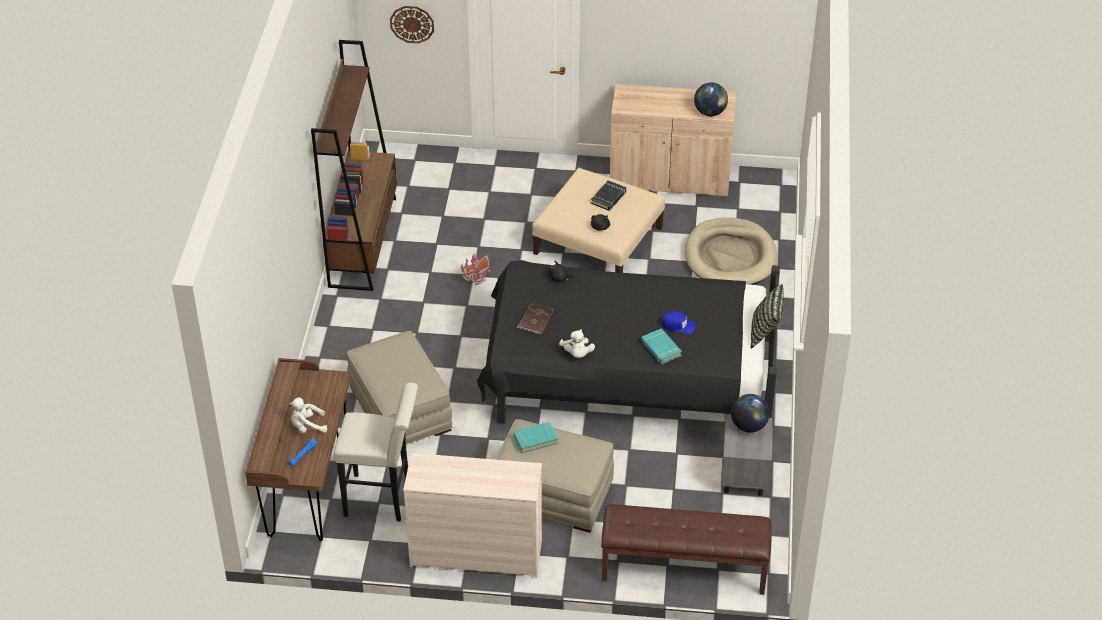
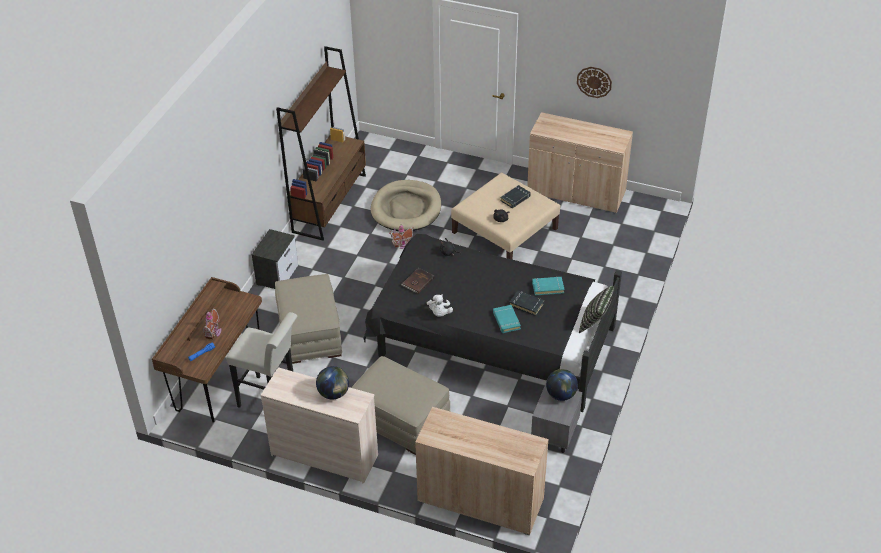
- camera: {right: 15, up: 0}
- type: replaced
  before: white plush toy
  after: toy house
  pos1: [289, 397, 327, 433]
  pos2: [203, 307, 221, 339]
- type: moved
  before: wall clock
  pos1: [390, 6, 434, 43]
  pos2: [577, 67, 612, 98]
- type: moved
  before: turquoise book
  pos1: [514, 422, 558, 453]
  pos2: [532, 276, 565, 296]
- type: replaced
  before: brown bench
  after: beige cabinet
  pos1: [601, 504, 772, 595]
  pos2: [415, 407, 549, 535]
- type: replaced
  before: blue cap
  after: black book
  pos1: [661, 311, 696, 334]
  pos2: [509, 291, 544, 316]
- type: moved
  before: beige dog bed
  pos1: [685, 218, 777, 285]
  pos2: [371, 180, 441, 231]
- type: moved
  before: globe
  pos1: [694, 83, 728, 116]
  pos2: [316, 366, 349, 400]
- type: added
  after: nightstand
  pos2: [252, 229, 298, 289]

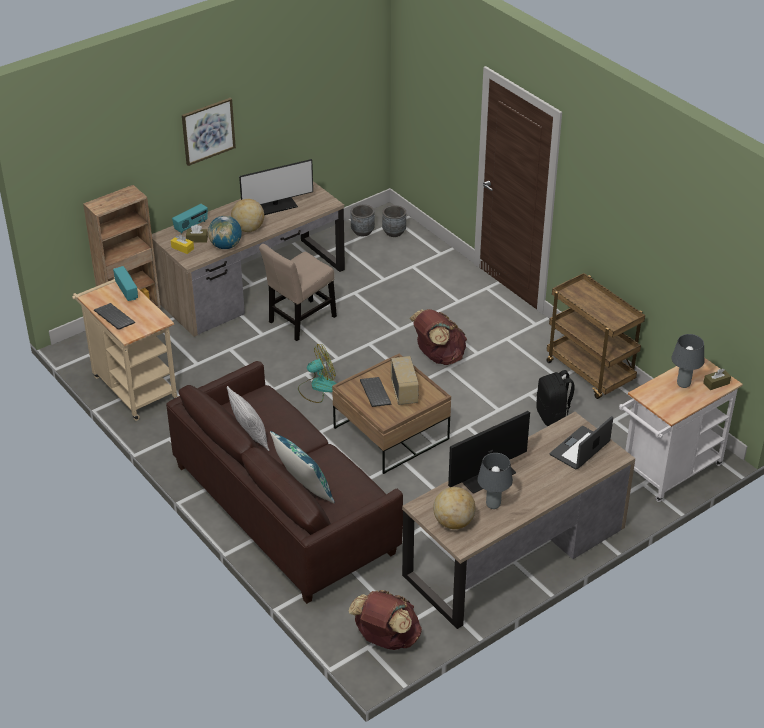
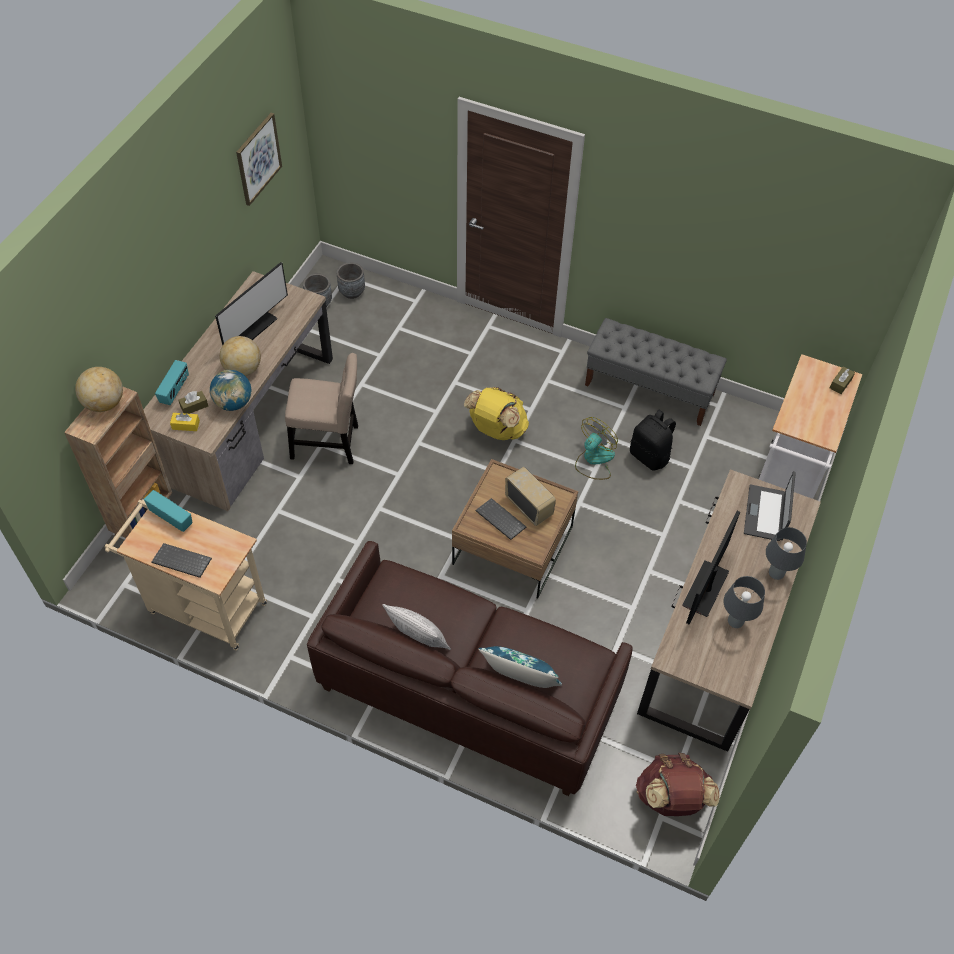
- camera: {right: -30, up: 15}
- type: moved
  before: picture
  pos1: [182, 98, 236, 166]
  pos2: [236, 113, 282, 206]
- type: turned
  before: beige chair
  pos1: [259, 244, 337, 341]
  pos2: [285, 353, 358, 464]
  turn: -105
- type: moved
  before: fan
  pos1: [298, 344, 337, 403]
  pos2: [575, 417, 618, 480]
- type: recoloured
  before: brown backpack
  after: yellow backpack
  pos1: [409, 309, 467, 365]
  pos2: [464, 387, 529, 440]
- type: moved
  before: globe
  pos1: [433, 487, 476, 529]
  pos2: [75, 367, 123, 412]
- type: replaced
  before: brown cart
  after: grey bench
  pos1: [546, 273, 645, 399]
  pos2: [585, 318, 727, 426]
- type: moved
  before: grey table lamp
  pos1: [671, 334, 704, 388]
  pos2: [766, 527, 807, 580]

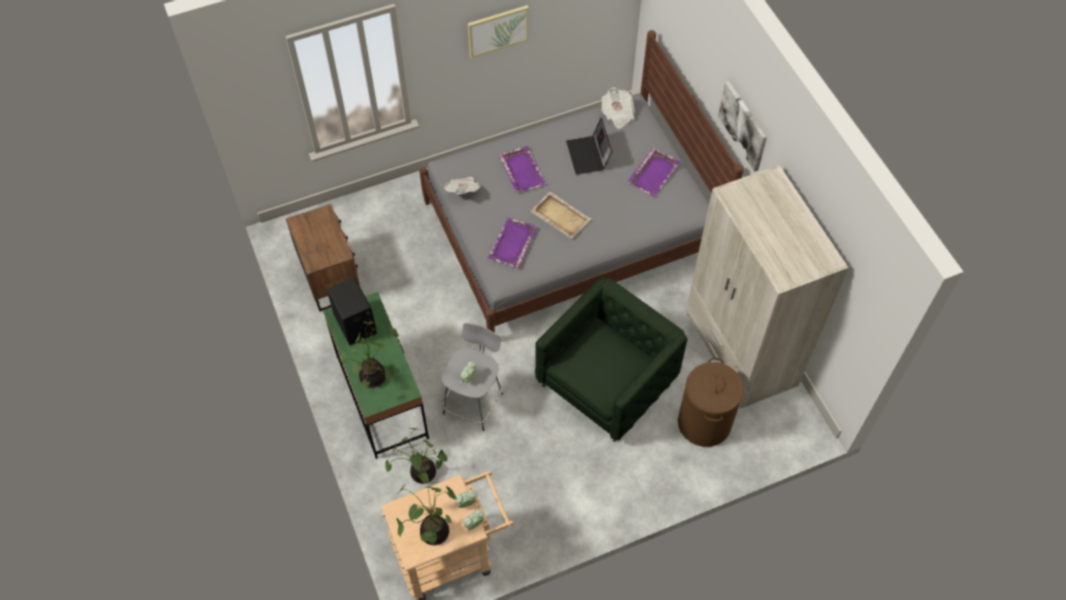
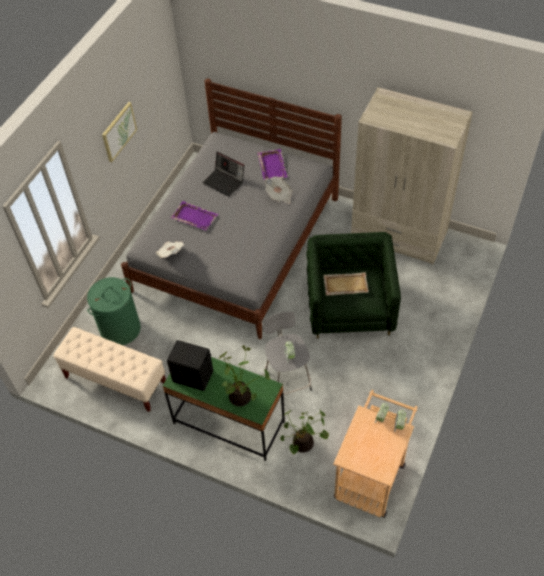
- camera: {right: -40, up: -5}
- type: replaced
  before: brown nightstand
  after: beige bench
  pos1: [286, 204, 360, 311]
  pos2: [54, 327, 166, 412]
- type: removed
  before: potted plant
  pos1: [397, 485, 457, 545]
- type: removed
  before: purple tray
  pos1: [488, 217, 538, 268]
- type: moved
  before: beige tray
  pos1: [530, 192, 592, 239]
  pos2: [324, 272, 369, 296]
- type: moved
  before: newspaper
  pos1: [602, 87, 635, 129]
  pos2: [265, 176, 293, 204]
- type: removed
  before: brown laundry basket
  pos1: [678, 358, 744, 447]
- type: removed
  before: picture
  pos1: [718, 81, 767, 172]
- type: added
  after: green laundry basket
  pos2: [87, 277, 141, 345]

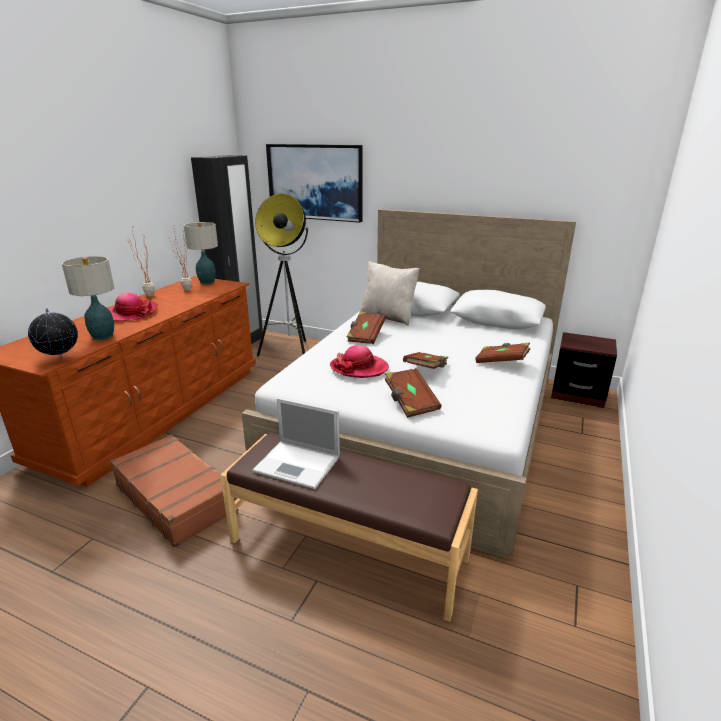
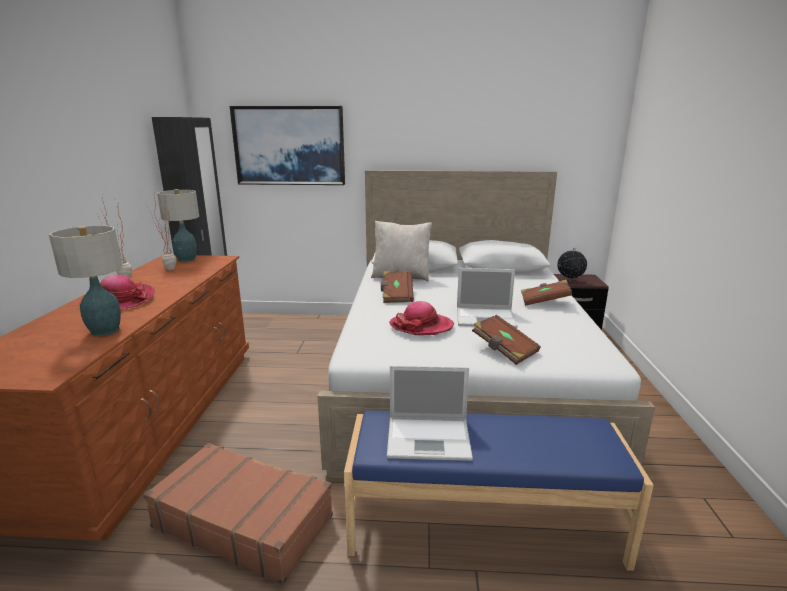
- camera: {right: -20, up: -5}
- type: moved
  before: globe
  pos1: [28, 308, 78, 359]
  pos2: [557, 247, 587, 282]
- type: recoloured
  before: brown bench
  after: blue bench
  pos1: [220, 432, 478, 622]
  pos2: [344, 410, 654, 571]
- type: removed
  before: floor lamp
  pos1: [255, 193, 309, 356]
- type: replaced
  before: brown book
  after: laptop
  pos1: [403, 352, 449, 369]
  pos2: [457, 268, 518, 328]

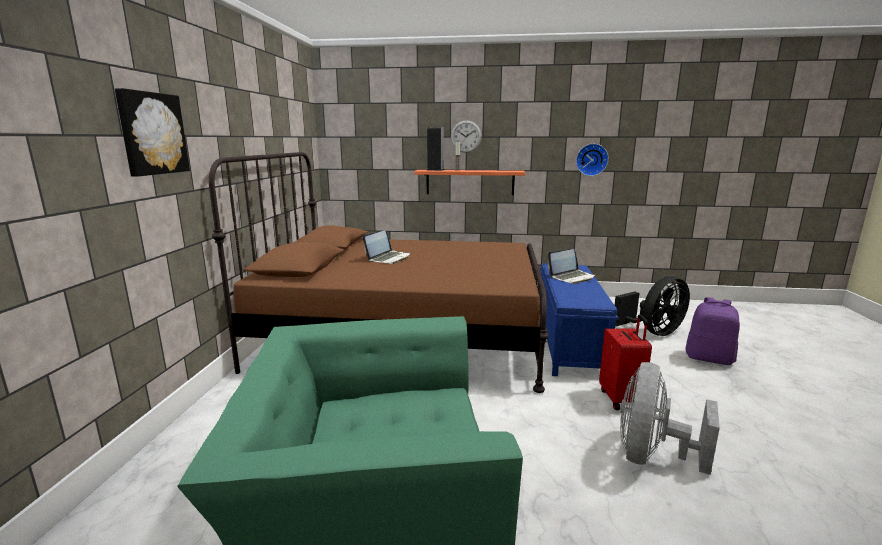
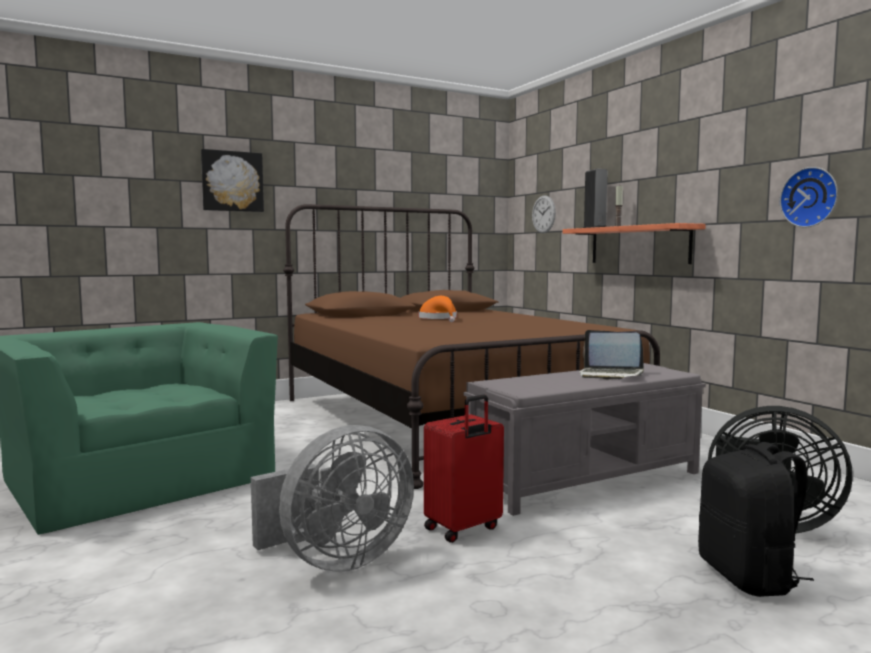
- camera: {right: 55, up: -10}
- type: replaced
  before: laptop
  after: orange hat
  pos1: [363, 230, 410, 264]
  pos2: [419, 296, 457, 322]
- type: moved
  before: wall clock
  pos1: [451, 120, 482, 153]
  pos2: [532, 195, 556, 233]
- type: recoloured
  before: blue bench
  after: grey bench
  pos1: [540, 263, 618, 376]
  pos2: [464, 363, 706, 516]
- type: turned
  before: grey fan
  pos1: [620, 362, 720, 475]
  pos2: [251, 425, 414, 572]
  turn: 150
- type: recoloured
  before: purple backpack
  after: black backpack
  pos1: [685, 297, 740, 365]
  pos2: [698, 442, 814, 597]

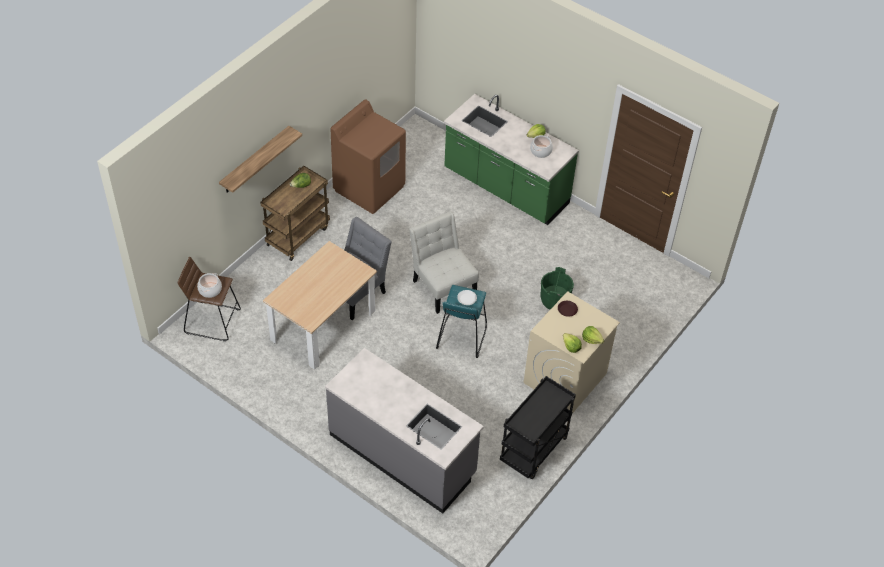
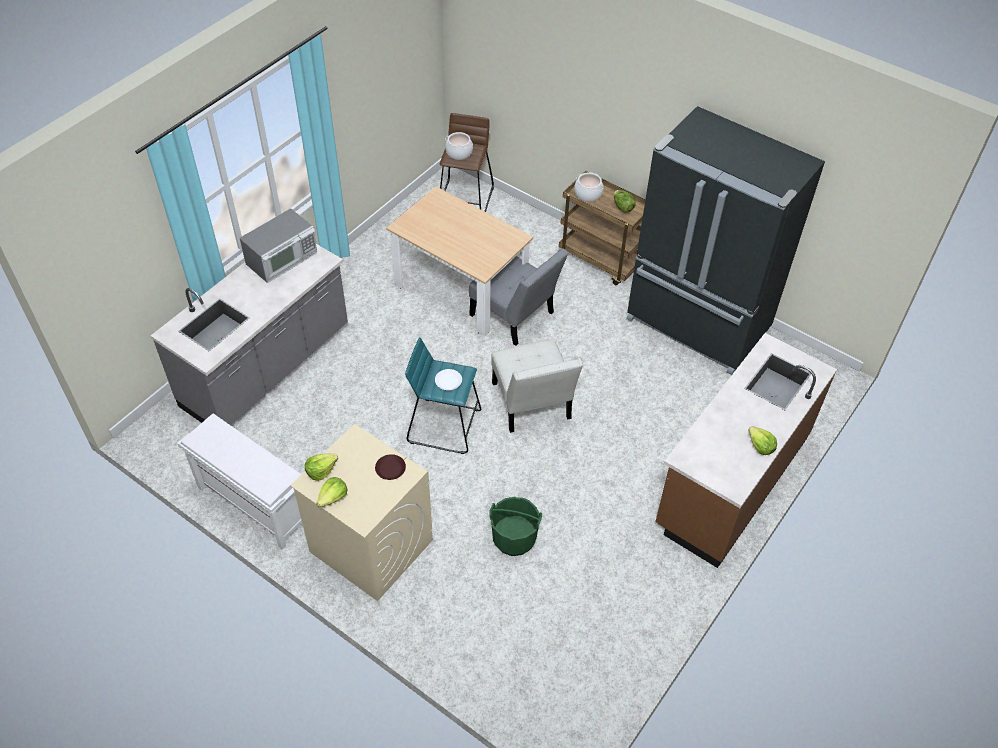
- camera: {right: 90, up: 0}
- type: removed
  before: shelf
  pos1: [219, 126, 302, 193]
- type: replaced
  before: brown washing machine
  after: black fridge
  pos1: [331, 99, 406, 214]
  pos2: [626, 106, 825, 375]
- type: turned
  before: white chair
  pos1: [409, 211, 479, 314]
  pos2: [491, 339, 583, 433]
  turn: 105
- type: recoloured
  before: green counter
  after: brown counter
  pos1: [444, 94, 579, 225]
  pos2: [655, 333, 837, 568]
- type: replaced
  before: black cart
  after: white bench
  pos1: [500, 376, 576, 479]
  pos2: [177, 413, 302, 550]
- type: moved
  before: cooking pot
  pos1: [530, 135, 553, 158]
  pos2: [574, 172, 604, 202]
- type: added
  after: microwave
  pos2: [240, 208, 318, 283]

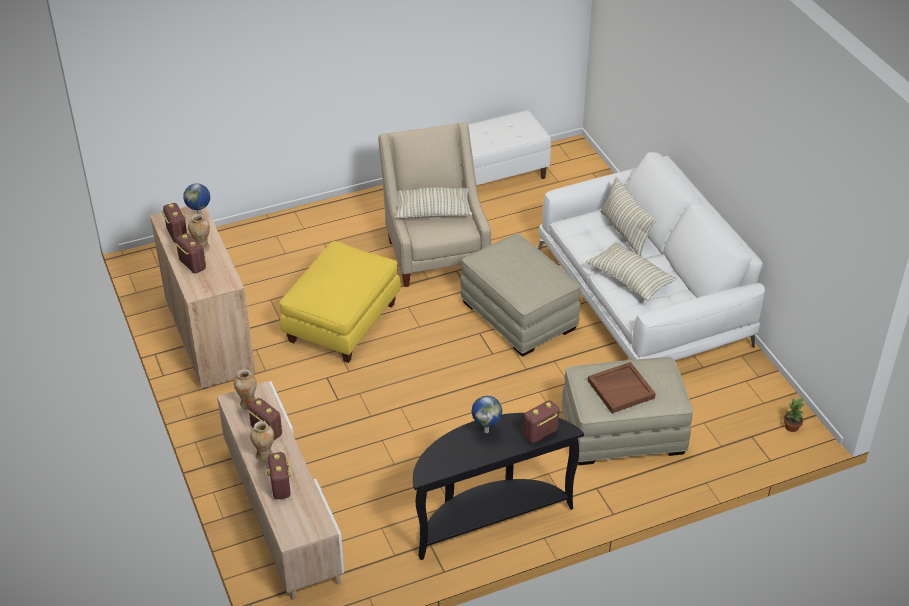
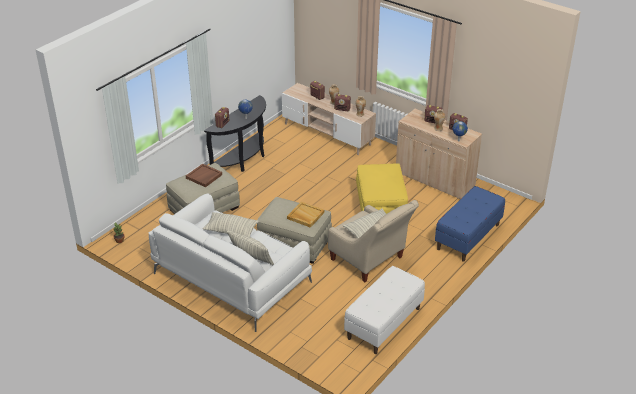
- camera: {right: 150, up: -5}
- type: added
  after: beige tray
  pos2: [287, 202, 324, 228]
- type: added
  after: blue bench
  pos2: [435, 186, 505, 262]

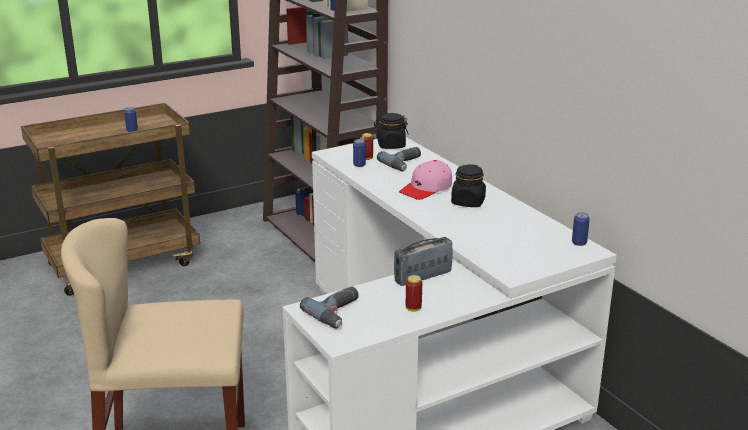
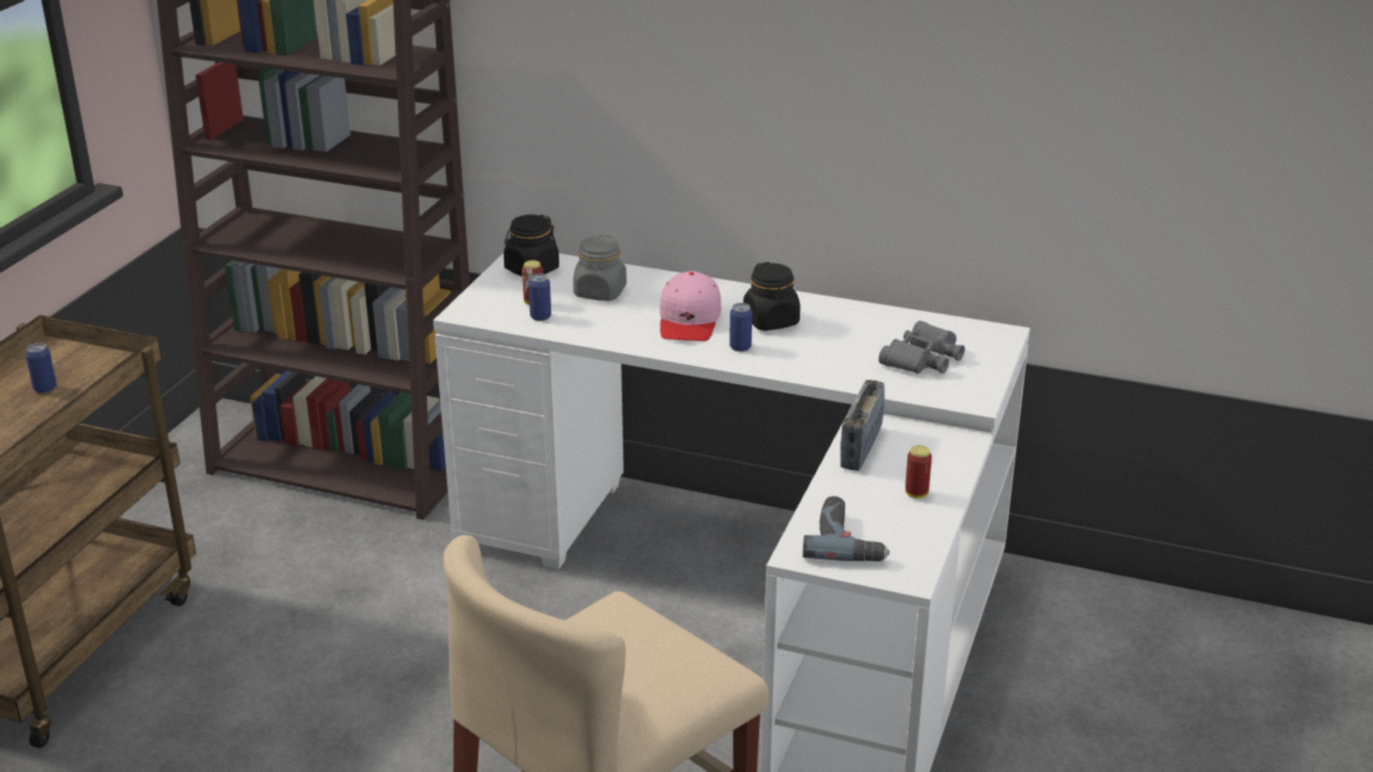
- camera: {right: -40, up: 5}
- type: replaced
  before: power drill
  after: grey jar
  pos1: [377, 147, 421, 172]
  pos2: [573, 235, 627, 301]
- type: moved
  before: can
  pos1: [572, 212, 590, 246]
  pos2: [730, 303, 752, 352]
- type: added
  after: grey binoculars
  pos2: [879, 321, 965, 374]

